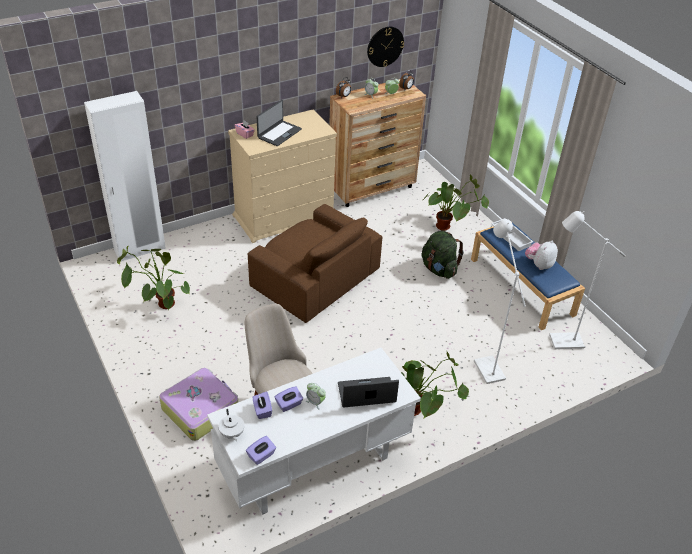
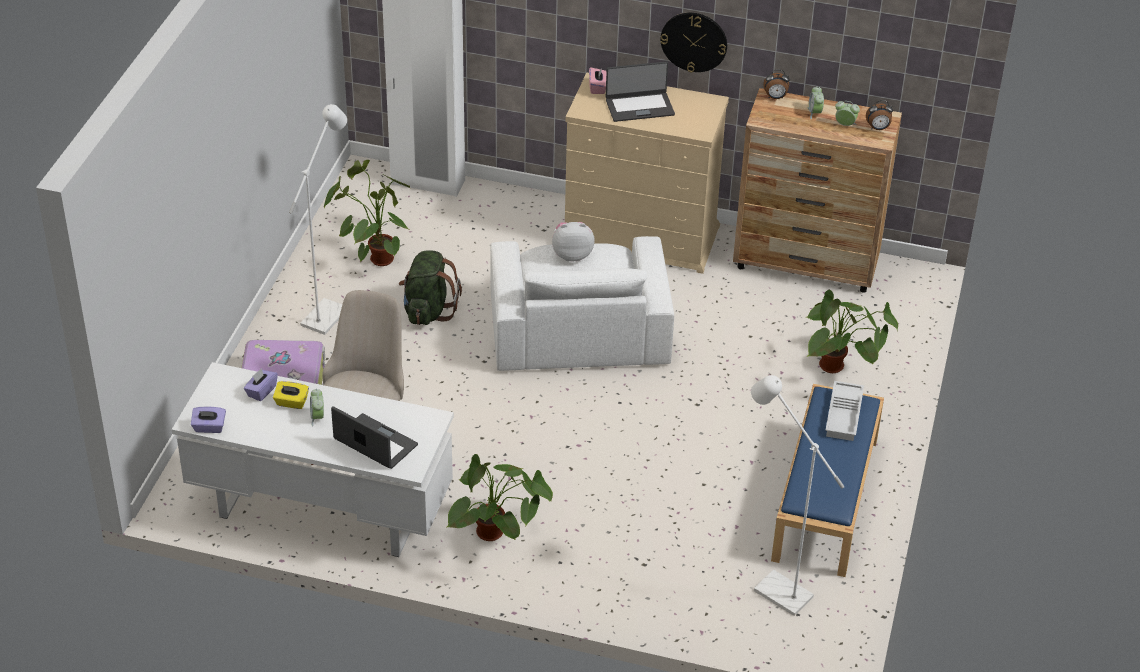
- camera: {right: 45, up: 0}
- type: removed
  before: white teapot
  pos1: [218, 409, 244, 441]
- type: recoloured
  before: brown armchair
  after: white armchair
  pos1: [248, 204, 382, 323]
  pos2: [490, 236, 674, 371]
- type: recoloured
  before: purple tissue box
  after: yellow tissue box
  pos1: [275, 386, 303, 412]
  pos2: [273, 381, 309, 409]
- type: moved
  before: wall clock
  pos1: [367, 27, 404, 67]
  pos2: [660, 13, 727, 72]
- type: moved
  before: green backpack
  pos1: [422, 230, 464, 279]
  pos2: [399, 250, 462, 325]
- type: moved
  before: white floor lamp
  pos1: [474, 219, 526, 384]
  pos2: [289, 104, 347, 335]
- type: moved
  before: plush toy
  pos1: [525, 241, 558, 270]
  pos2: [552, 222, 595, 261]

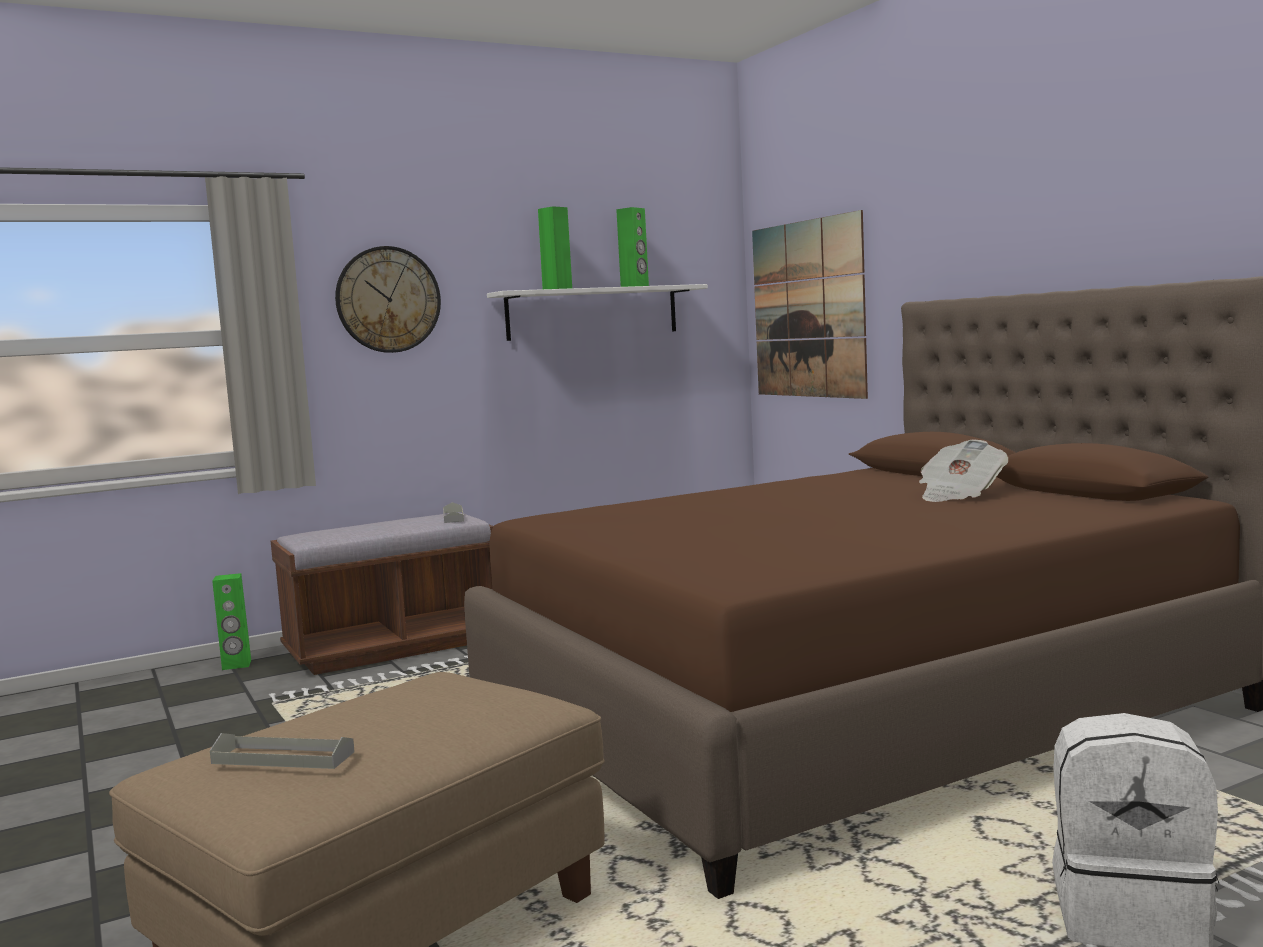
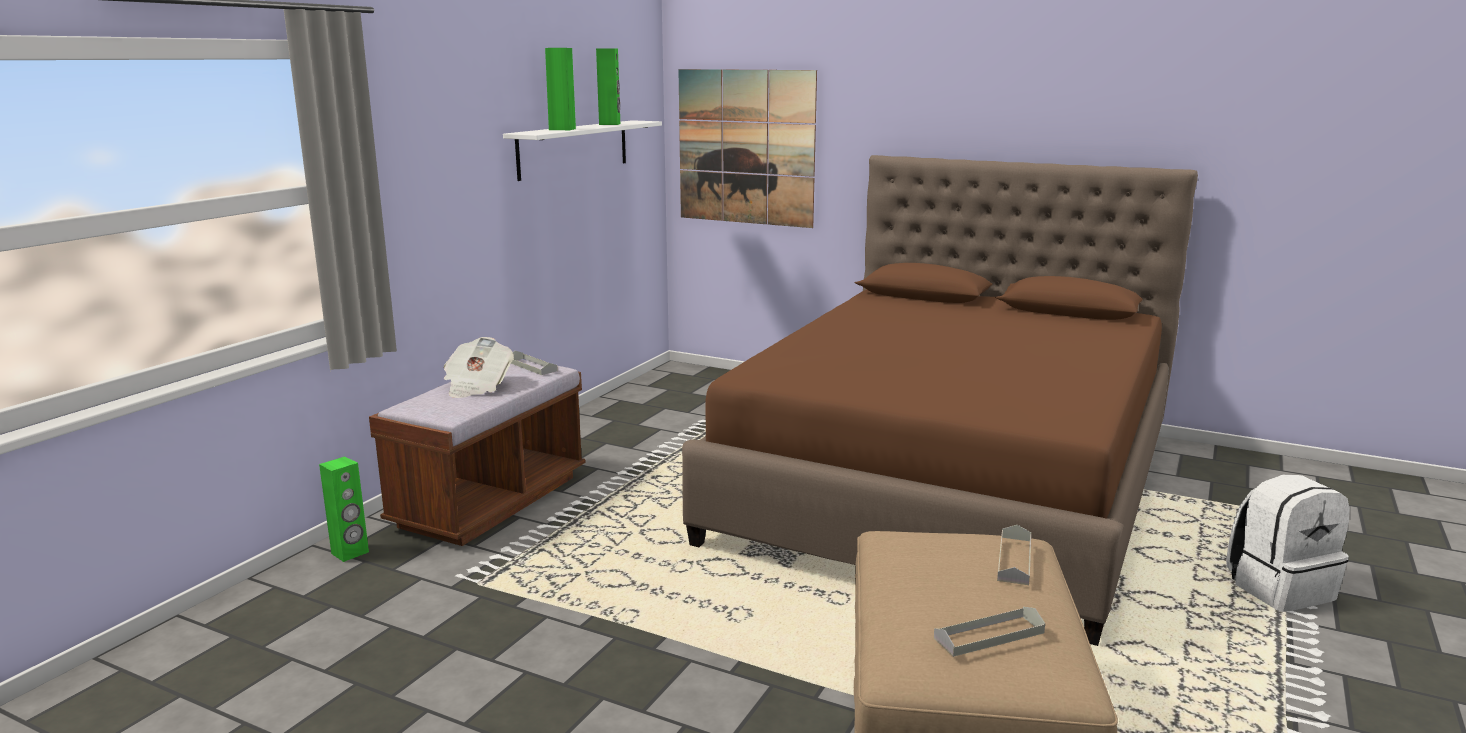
- camera: {right: -35, up: 10}
- type: removed
  before: wall clock
  pos1: [335, 246, 441, 353]
- type: moved
  before: newspaper
  pos1: [919, 440, 1009, 502]
  pos2: [444, 337, 514, 398]
- type: added
  after: grey tray
  pos2: [997, 525, 1031, 585]

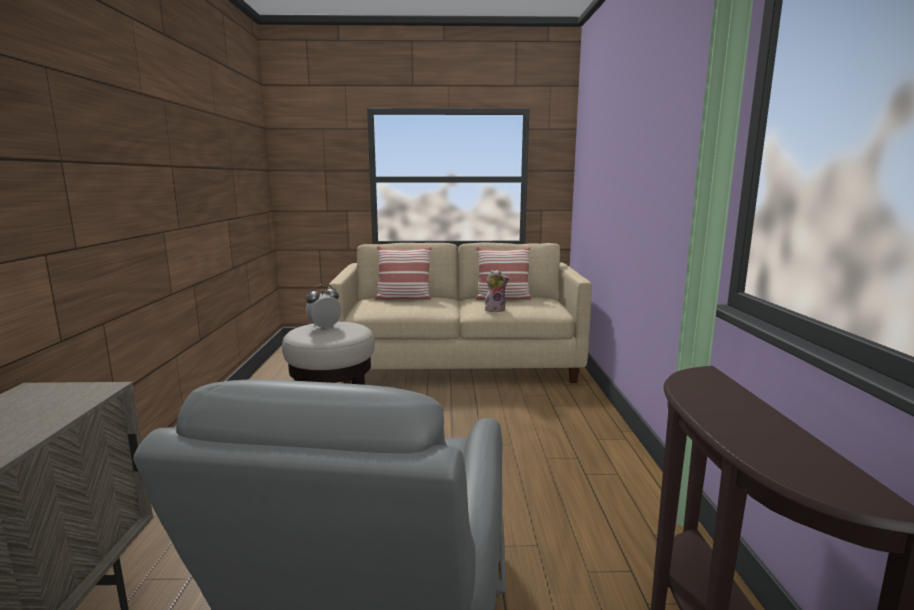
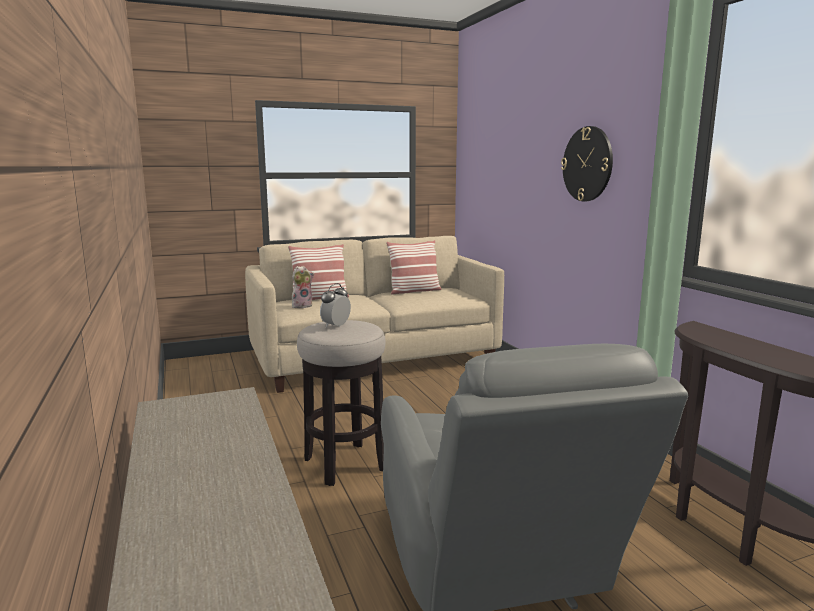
- camera: {right: -20, up: 0}
- type: moved
  before: plush toy
  pos1: [485, 270, 509, 312]
  pos2: [292, 266, 314, 308]
- type: added
  after: wall clock
  pos2: [561, 126, 613, 201]

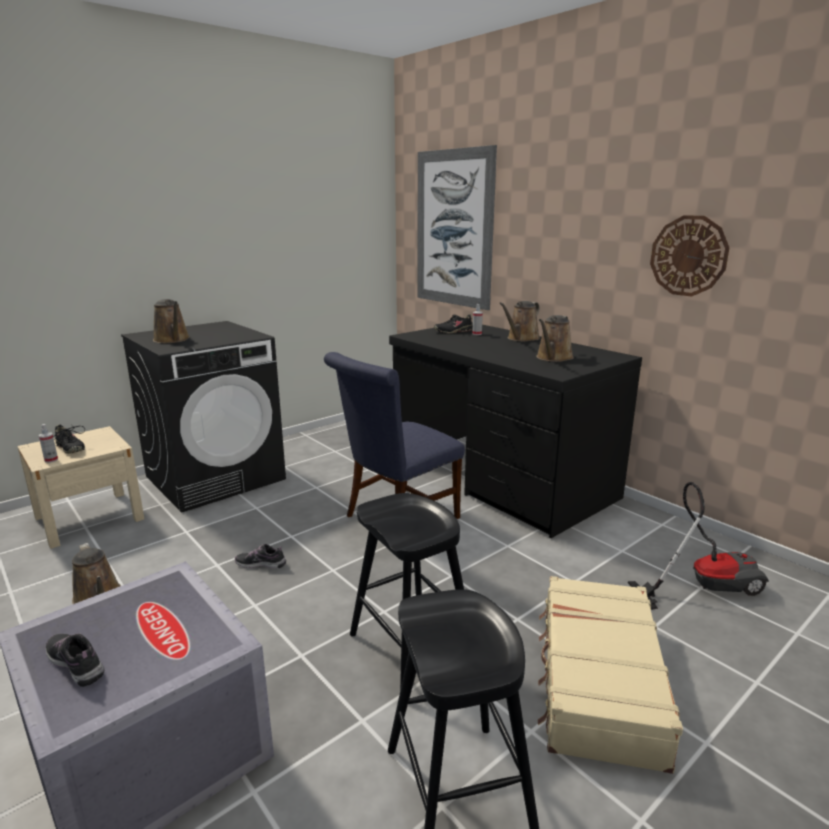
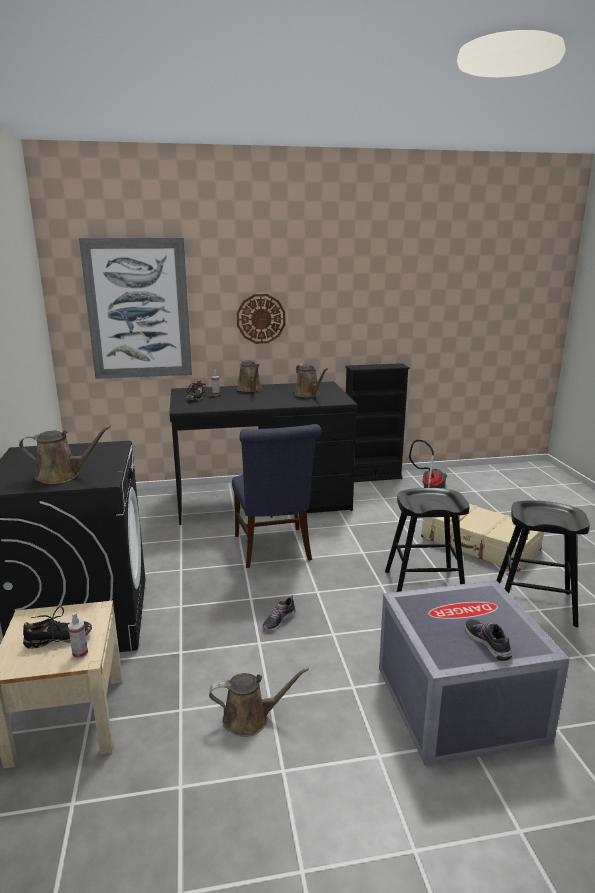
- camera: {right: -60, up: 0}
- type: turned
  before: shoe
  pos1: [46, 633, 104, 687]
  pos2: [465, 619, 512, 661]
  turn: 90
- type: moved
  before: wall clock
  pos1: [650, 215, 729, 297]
  pos2: [237, 294, 285, 344]
- type: added
  after: black bookcase
  pos2: [345, 363, 410, 482]

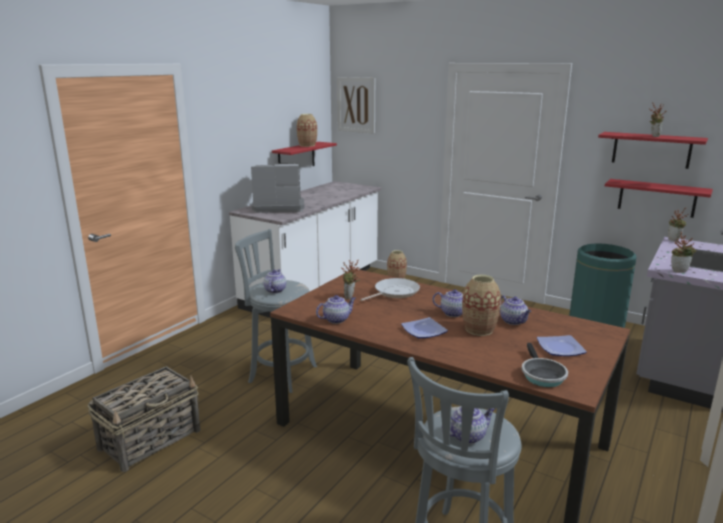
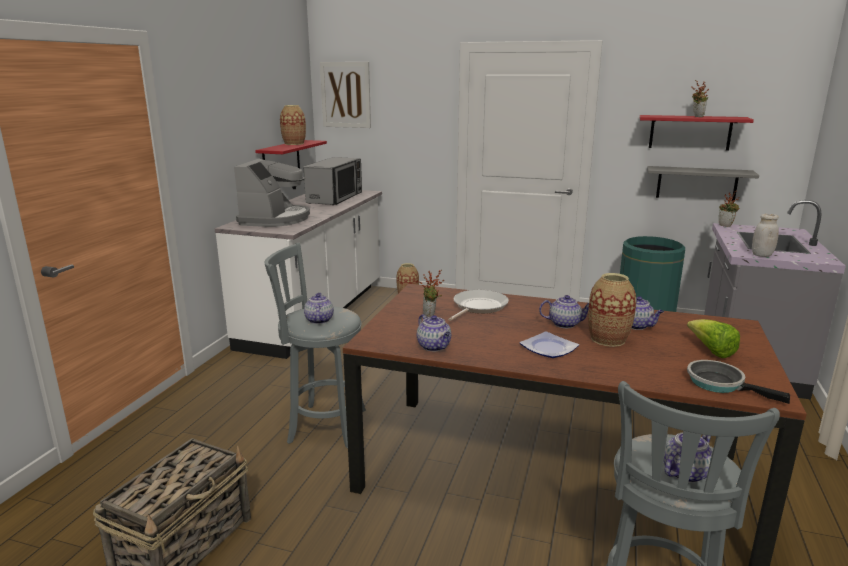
- camera: {right: -15, up: 0}
- type: turned
  before: coffee machine
  pos1: [251, 163, 304, 213]
  pos2: [234, 159, 310, 227]
  turn: 120
- type: turned
  before: teapot
  pos1: [316, 295, 356, 324]
  pos2: [417, 314, 451, 351]
  turn: 105
- type: turned
  before: frying pan
  pos1: [521, 343, 568, 387]
  pos2: [687, 360, 790, 404]
  turn: 150
- type: replaced
  before: plate
  after: lettuce
  pos1: [537, 335, 587, 356]
  pos2: [687, 319, 740, 358]
- type: recoloured
  before: red shelf
  after: grey shelf
  pos1: [605, 179, 713, 218]
  pos2: [647, 166, 759, 201]
- type: replaced
  before: potted plant
  after: white jar
  pos1: [671, 232, 696, 273]
  pos2: [752, 214, 779, 257]
- type: added
  after: microwave
  pos2: [303, 157, 362, 205]

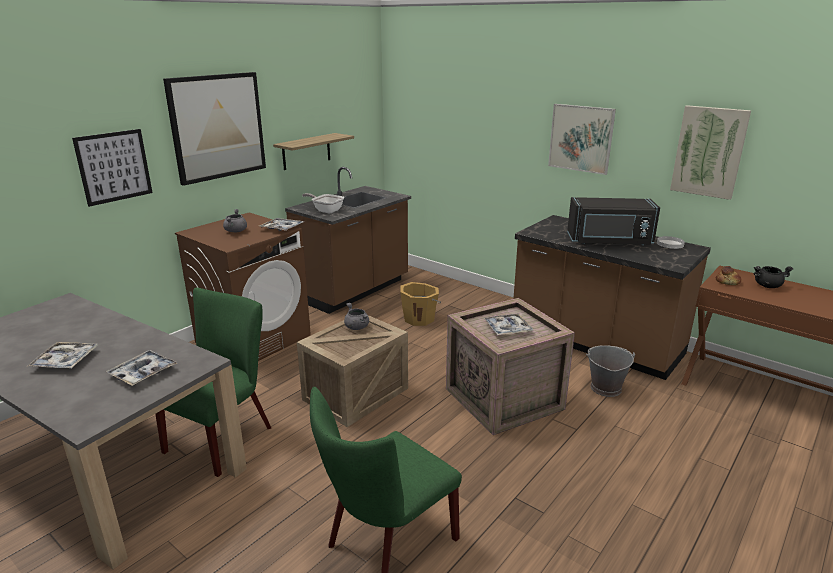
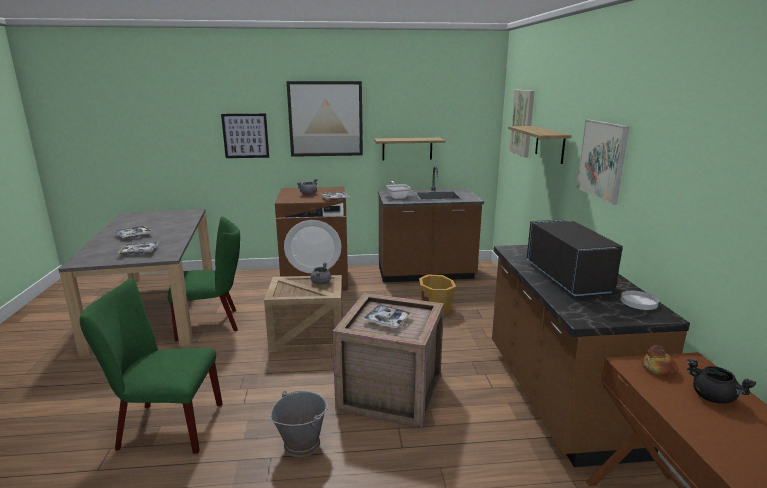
- camera: {right: 45, up: -5}
- type: turned
  before: black microwave
  pos1: [567, 197, 660, 245]
  pos2: [527, 219, 623, 296]
  turn: -150
- type: moved
  before: grey bucket
  pos1: [586, 345, 635, 397]
  pos2: [270, 390, 328, 457]
- type: moved
  before: picture
  pos1: [670, 105, 751, 200]
  pos2: [509, 90, 534, 157]
- type: added
  after: shelf
  pos2: [508, 126, 571, 164]

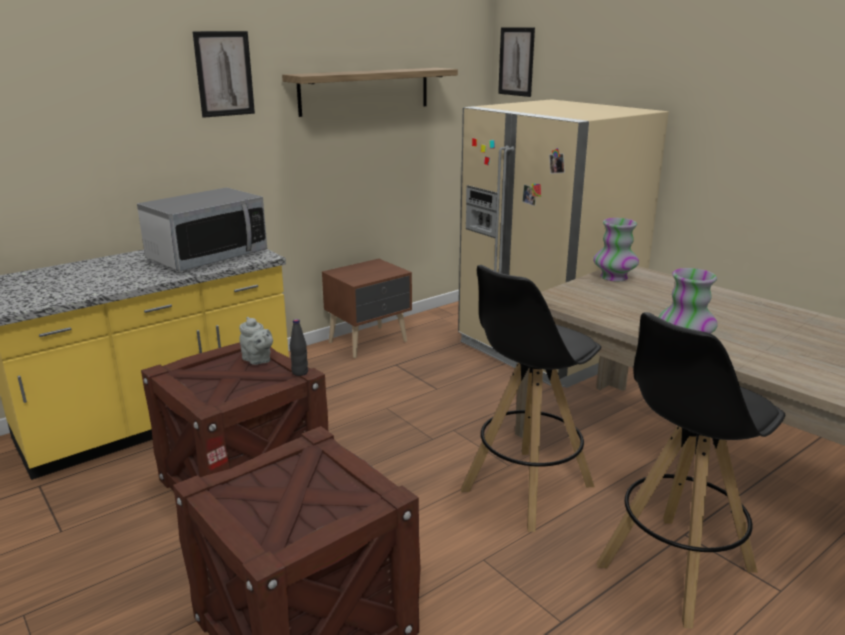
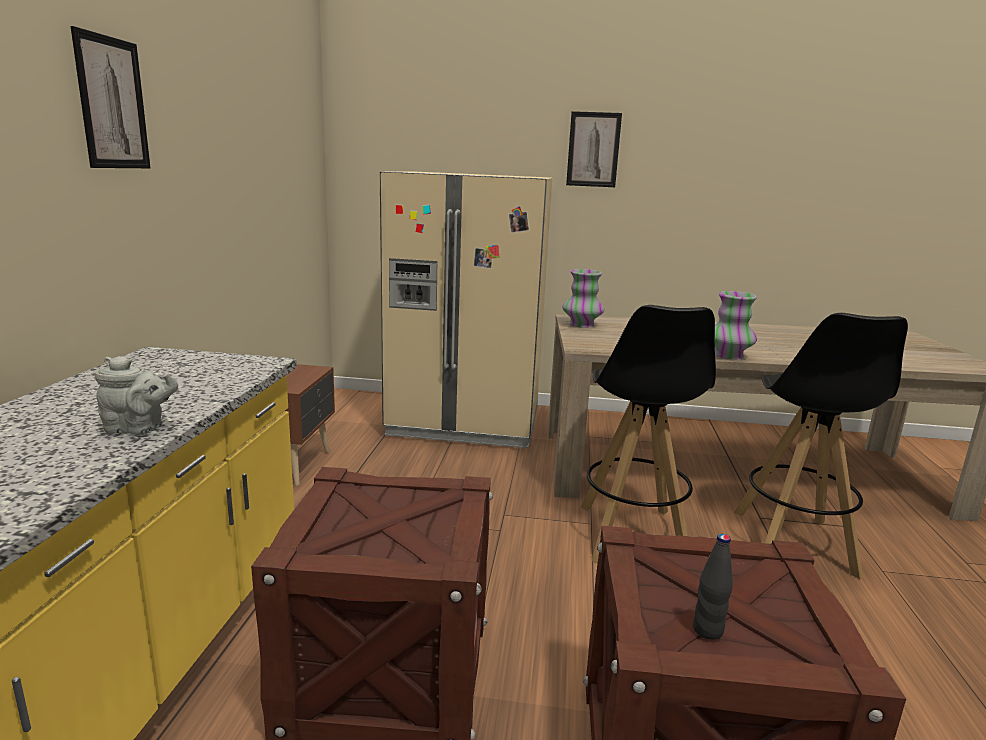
- camera: {right: -45, up: -5}
- type: removed
  before: microwave
  pos1: [137, 187, 267, 271]
- type: moved
  before: grey teapot
  pos1: [239, 317, 273, 365]
  pos2: [95, 356, 178, 434]
- type: removed
  before: shelf
  pos1: [282, 68, 458, 117]
- type: moved
  before: black bottle
  pos1: [290, 319, 308, 376]
  pos2: [693, 534, 733, 640]
- type: moved
  before: picture
  pos1: [498, 27, 535, 97]
  pos2: [566, 111, 622, 187]

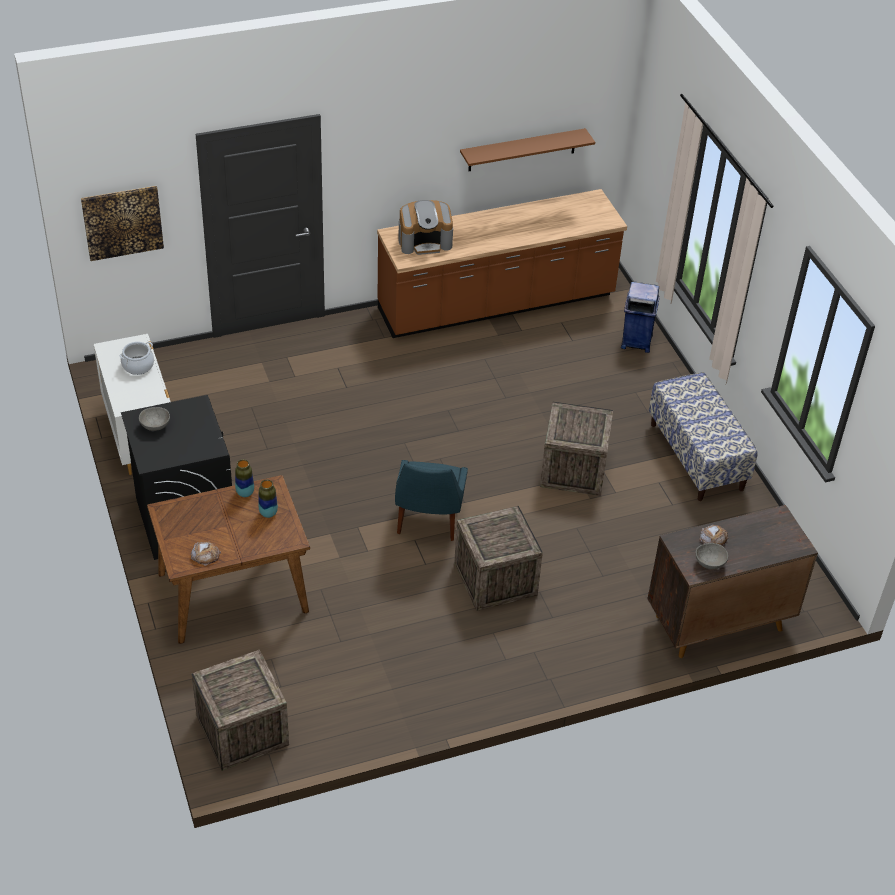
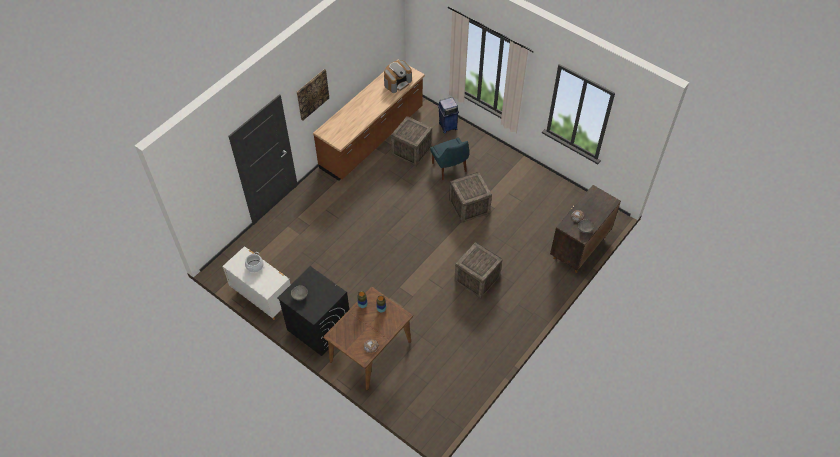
- camera: {right: -30, up: 10}
- type: moved
  before: picture
  pos1: [81, 186, 164, 261]
  pos2: [297, 69, 329, 121]
- type: moved
  before: crate
  pos1: [192, 650, 289, 771]
  pos2: [391, 116, 432, 167]
- type: moved
  before: blue chair
  pos1: [395, 460, 468, 541]
  pos2: [430, 137, 469, 180]
- type: moved
  before: coffee machine
  pos1: [398, 200, 453, 255]
  pos2: [384, 60, 412, 93]
- type: removed
  before: brown shelf
  pos1: [460, 128, 595, 171]
- type: removed
  before: bench
  pos1: [649, 372, 758, 501]

